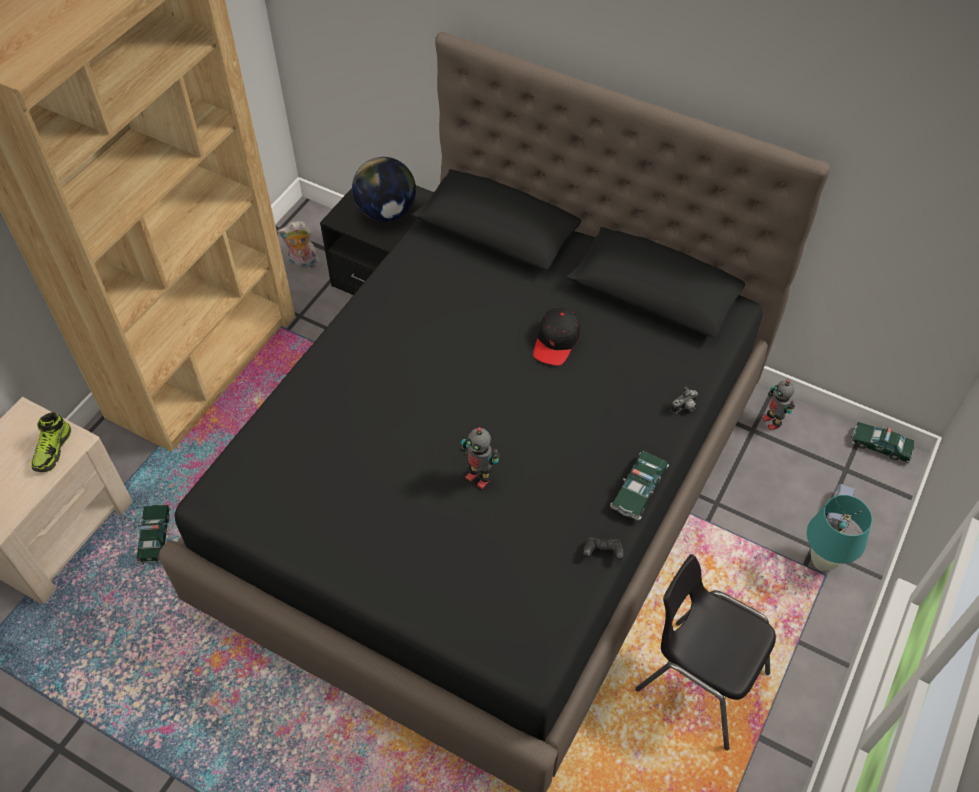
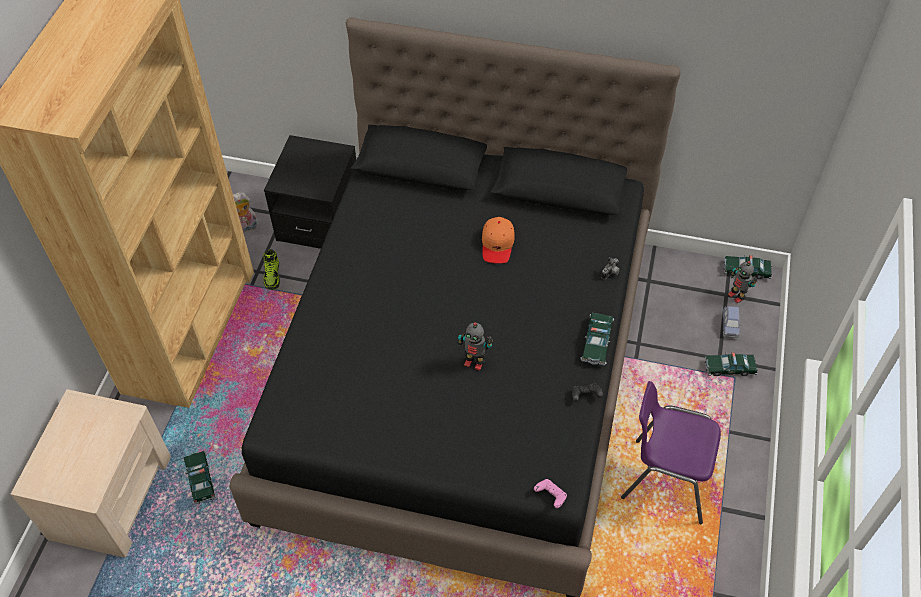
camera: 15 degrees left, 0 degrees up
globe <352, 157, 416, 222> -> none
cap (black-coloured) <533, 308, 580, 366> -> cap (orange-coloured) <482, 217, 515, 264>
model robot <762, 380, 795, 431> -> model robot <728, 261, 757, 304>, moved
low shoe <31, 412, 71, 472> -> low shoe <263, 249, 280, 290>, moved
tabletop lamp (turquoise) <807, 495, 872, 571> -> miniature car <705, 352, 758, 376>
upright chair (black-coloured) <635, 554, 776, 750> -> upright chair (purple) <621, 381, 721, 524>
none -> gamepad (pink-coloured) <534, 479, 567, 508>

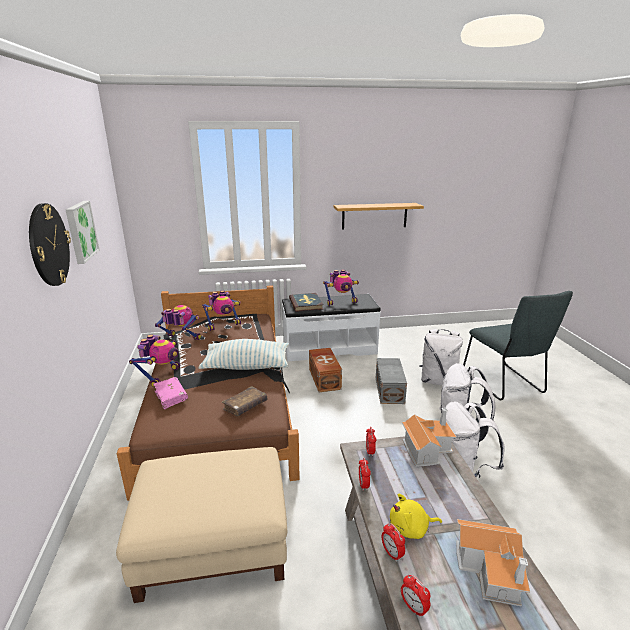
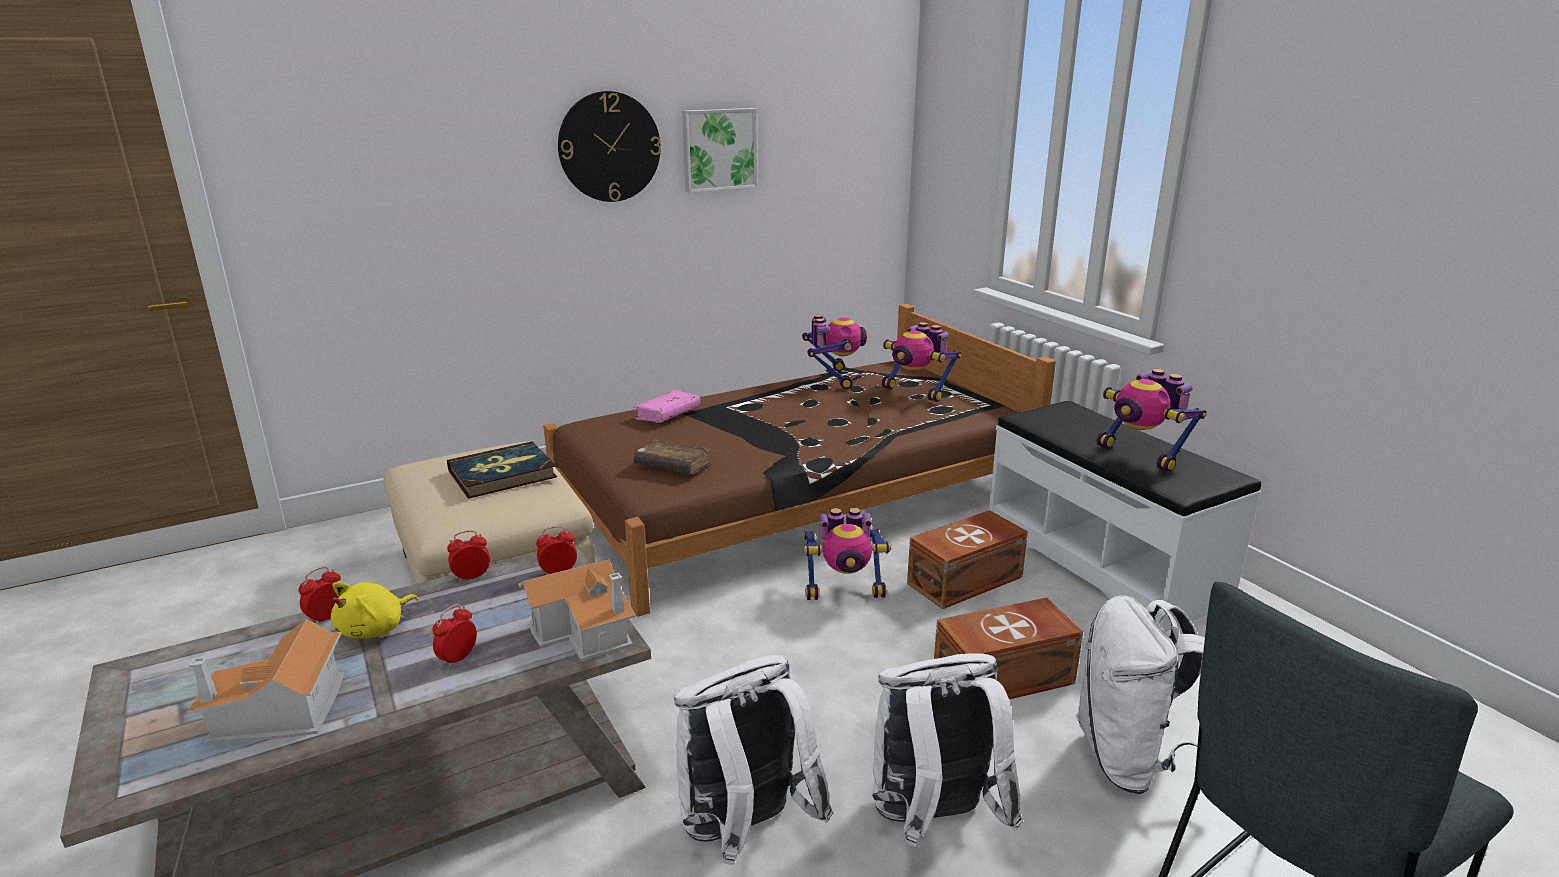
camera: 70 degrees right, 0 degrees up
bracket shelf <333, 203, 424, 229> -> none
book <289, 293, 323, 312> -> book <447, 441, 557, 499>, moved
model robot <129, 334, 180, 388> -> model robot <803, 508, 891, 600>, moved
throw pillow <198, 339, 289, 370> -> none
storage container (greyish) <376, 358, 407, 404> -> storage container (brown-coloured) <934, 598, 1083, 699>
cuddly toy (yellow-coloured) <390, 494, 442, 539> -> cuddly toy (yellow-coloured) <331, 582, 419, 638>, 120 degrees counterclockwise
bedside clock <401, 575, 430, 617> -> bedside clock <432, 604, 477, 667>, moved

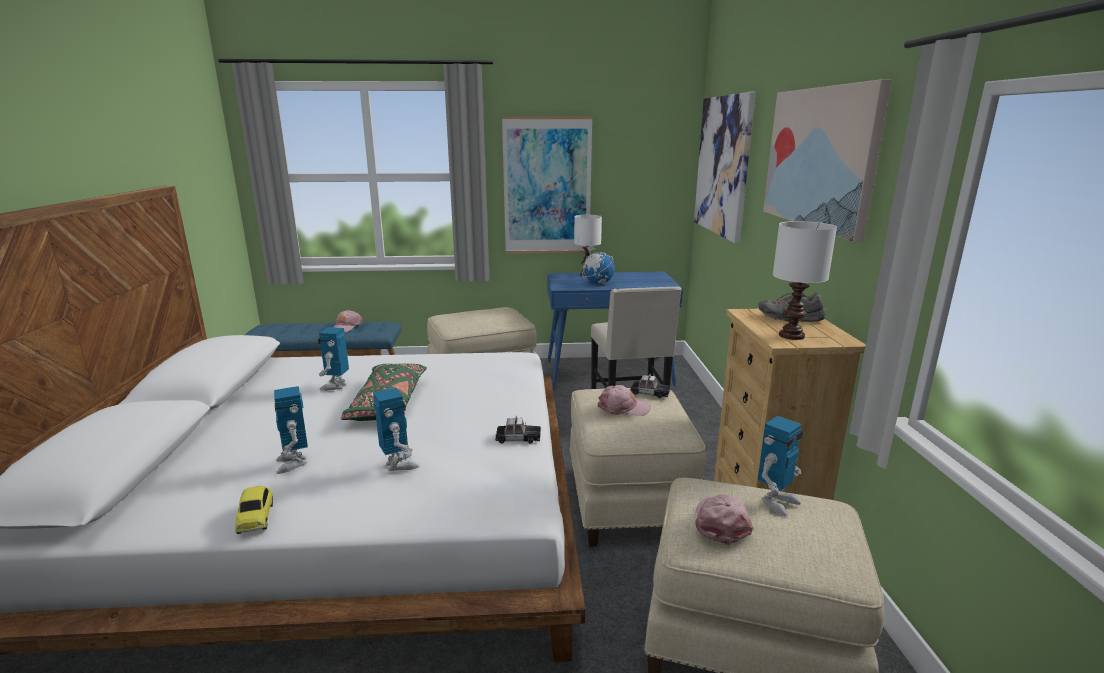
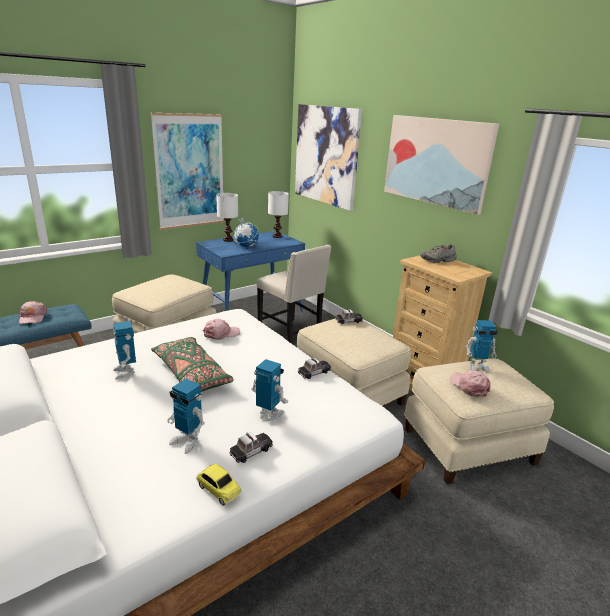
camera: 35 degrees left, 5 degrees up
tabletop lamp (whitish) <773, 221, 837, 340> -> tabletop lamp (whitish) <268, 191, 289, 238>, moved
cap (pink-coloured) <598, 385, 651, 416> -> cap (pink-coloured) <203, 319, 240, 340>, moved
model robot <758, 416, 804, 516> -> model robot <466, 320, 498, 373>, 75 degrees clockwise
none -> miniature car <229, 432, 273, 463>

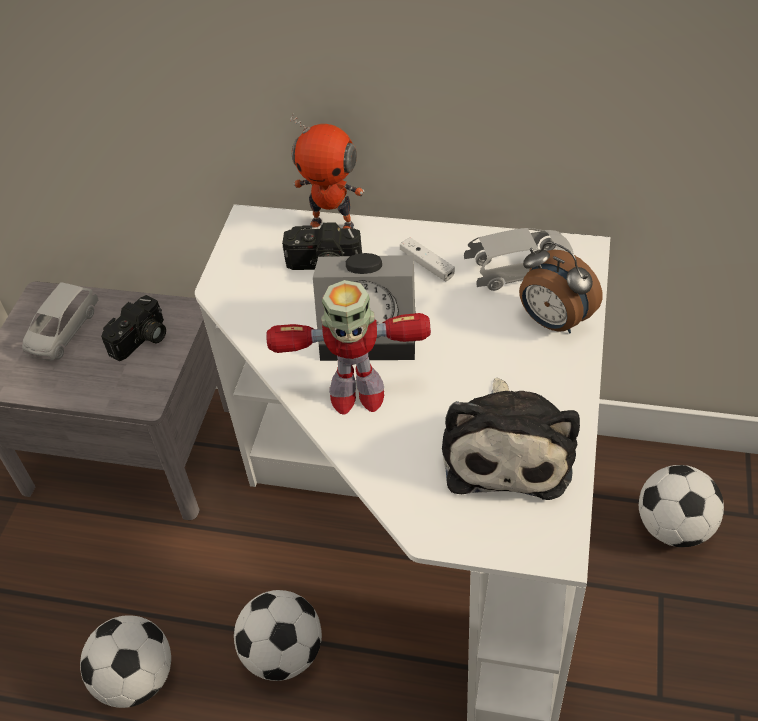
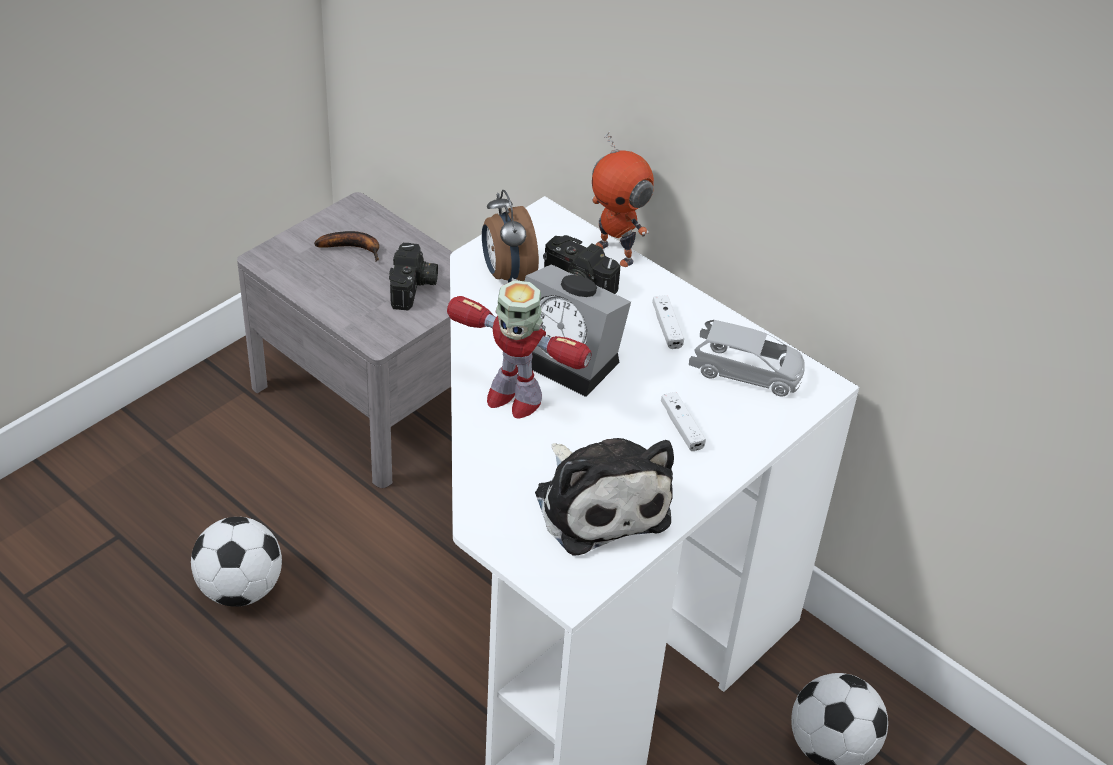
camera: 25 degrees right, 5 degrees down
bedside clock <519, 242, 602, 333> -> bedside clock <482, 190, 539, 283>, moved
miniature car (greyish) <22, 282, 98, 361> -> whole banana <314, 231, 379, 262>
photo camera <101, 295, 166, 361> -> photo camera <389, 243, 438, 310>, 60 degrees counterclockwise
cuddly toy <442, 378, 580, 500> -> cuddly toy <535, 438, 674, 556>, 60 degrees counterclockwise
football <234, 590, 322, 681> -> none
none -> gamepad (whitish) <661, 392, 706, 451>

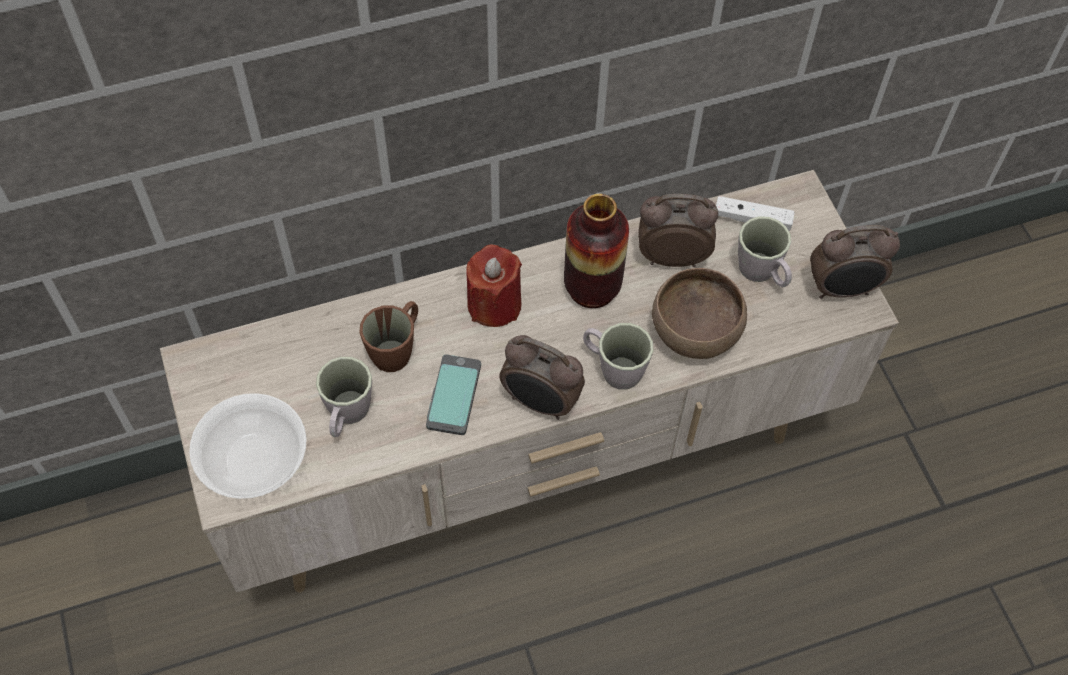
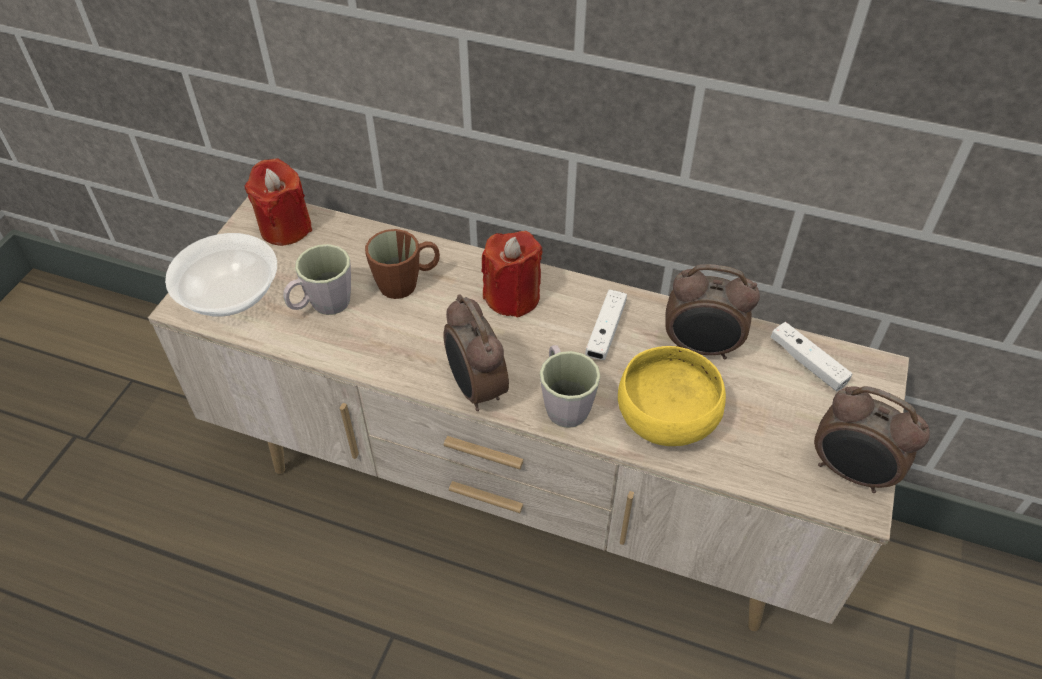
camera: 40 degrees right, 10 degrees down
vase <564, 194, 629, 308> -> gamepad (whitish) <585, 290, 627, 360>
bedside clock <638, 194, 718, 267> -> bedside clock <665, 264, 760, 360>, 150 degrees clockwise
tea mug (greyish) <738, 216, 792, 287> -> none
serving bowl (brown-coloured) <652, 268, 747, 359> -> serving bowl (yellow-coloured) <618, 346, 726, 446>
phone <426, 355, 481, 435> -> none
none -> candle (red-coloured) <245, 158, 312, 246>

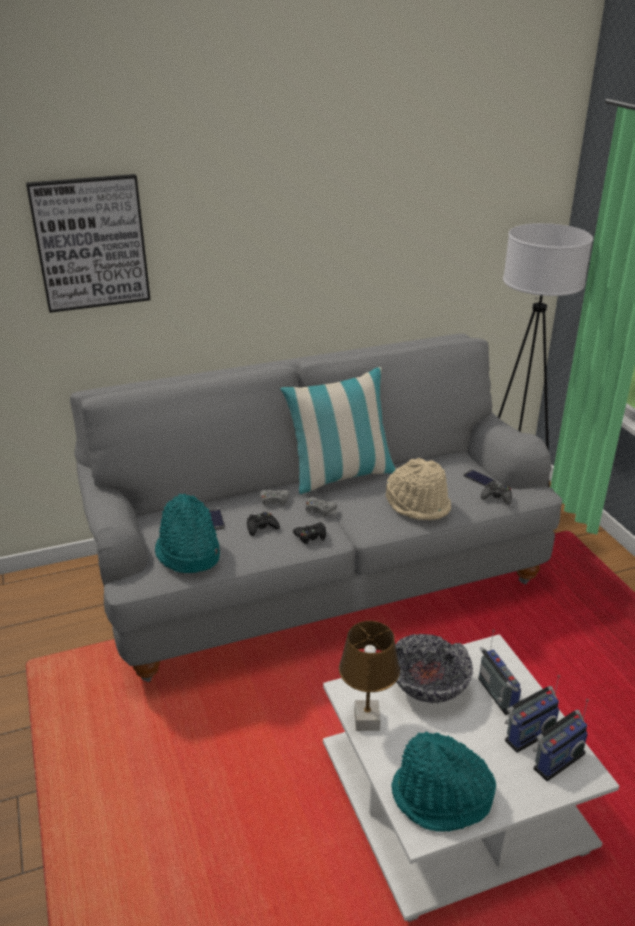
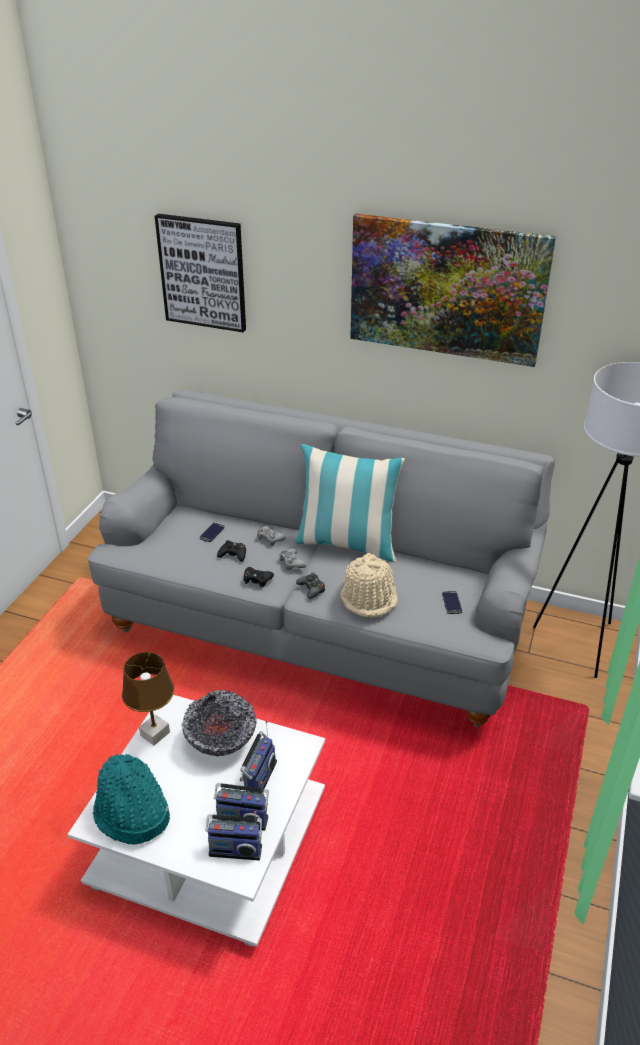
camera: 40 degrees right, 5 degrees up
gamepad (black-coloured) <481, 482, 512, 505> -> gamepad (black-coloured) <296, 572, 325, 599>, moved
clothing hat (turquoise) <155, 494, 220, 573> -> none
none -> wall art <350, 214, 556, 367>

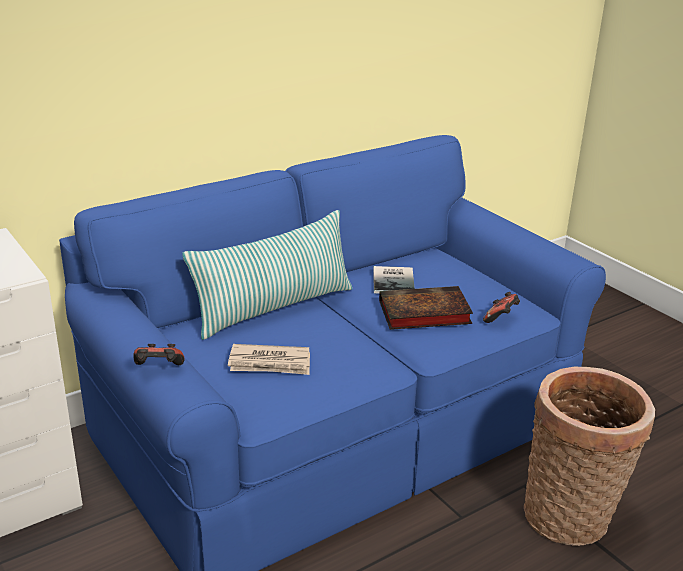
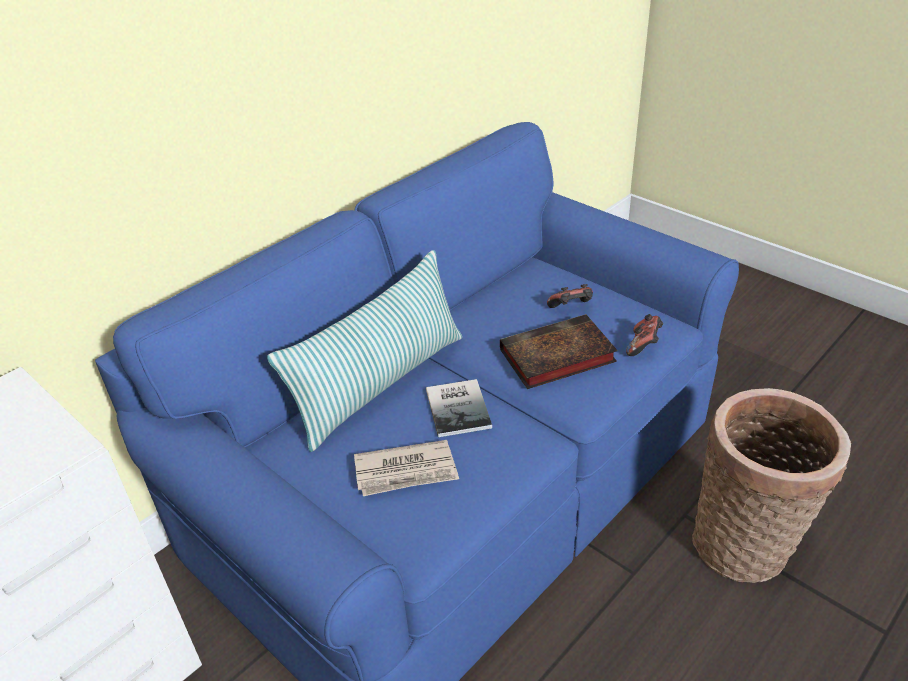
camera: 10 degrees left, 10 degrees up
book <373, 266, 415, 294> -> book <426, 379, 492, 437>, moved
gamepad <133, 344, 185, 365> -> gamepad <547, 284, 593, 308>, moved

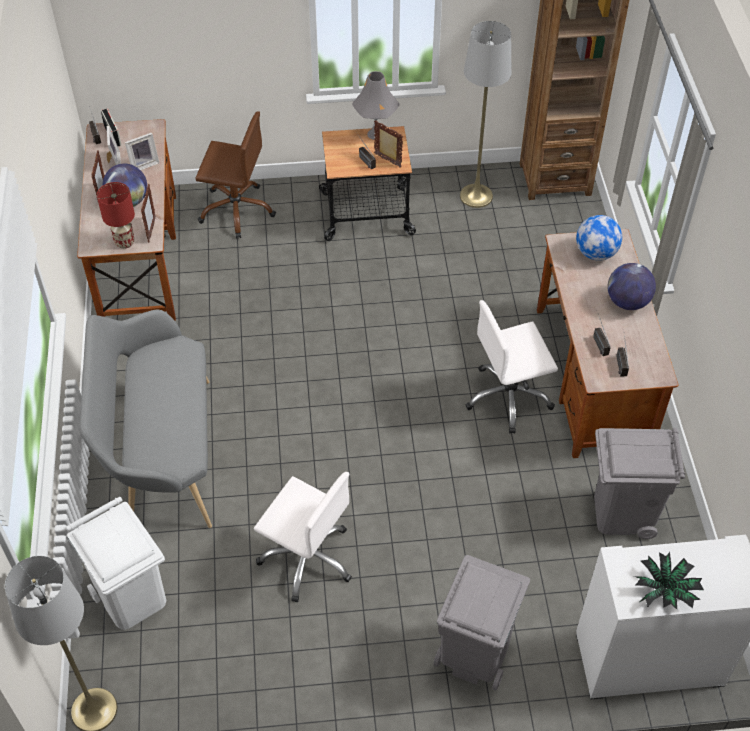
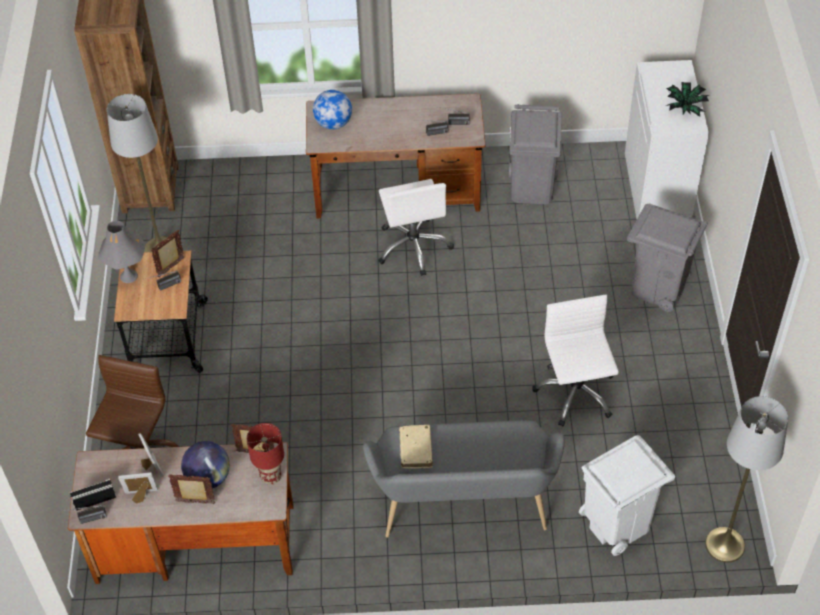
camera: 85 degrees left, 0 degrees up
globe <608, 263, 656, 310> -> none
office chair (whitish) <254, 472, 352, 602> -> office chair (whitish) <532, 295, 619, 426>, 45 degrees counterclockwise
none -> book (sand-coloured) <399, 425, 433, 468>

